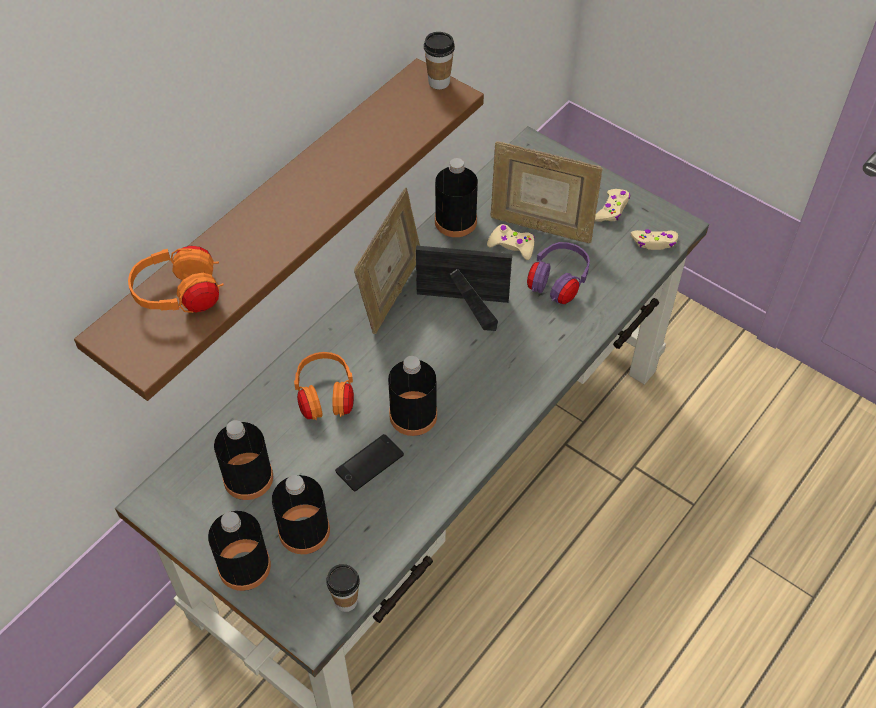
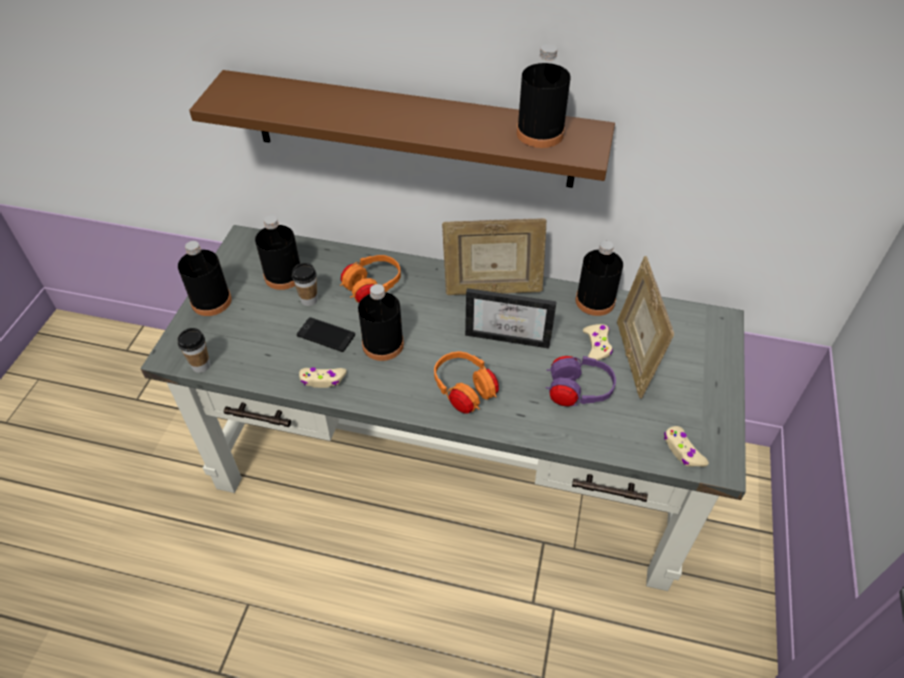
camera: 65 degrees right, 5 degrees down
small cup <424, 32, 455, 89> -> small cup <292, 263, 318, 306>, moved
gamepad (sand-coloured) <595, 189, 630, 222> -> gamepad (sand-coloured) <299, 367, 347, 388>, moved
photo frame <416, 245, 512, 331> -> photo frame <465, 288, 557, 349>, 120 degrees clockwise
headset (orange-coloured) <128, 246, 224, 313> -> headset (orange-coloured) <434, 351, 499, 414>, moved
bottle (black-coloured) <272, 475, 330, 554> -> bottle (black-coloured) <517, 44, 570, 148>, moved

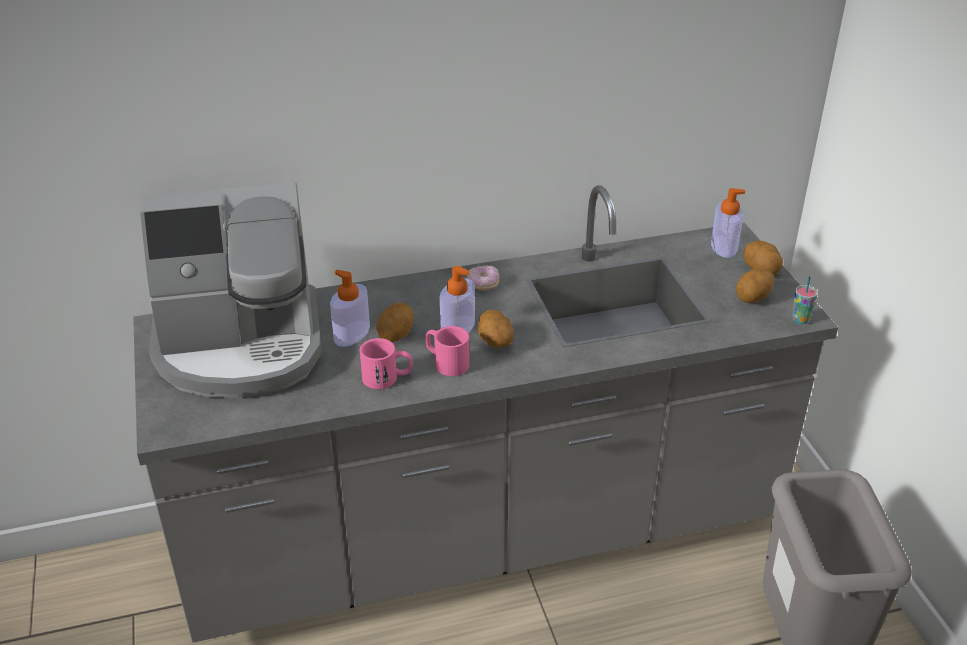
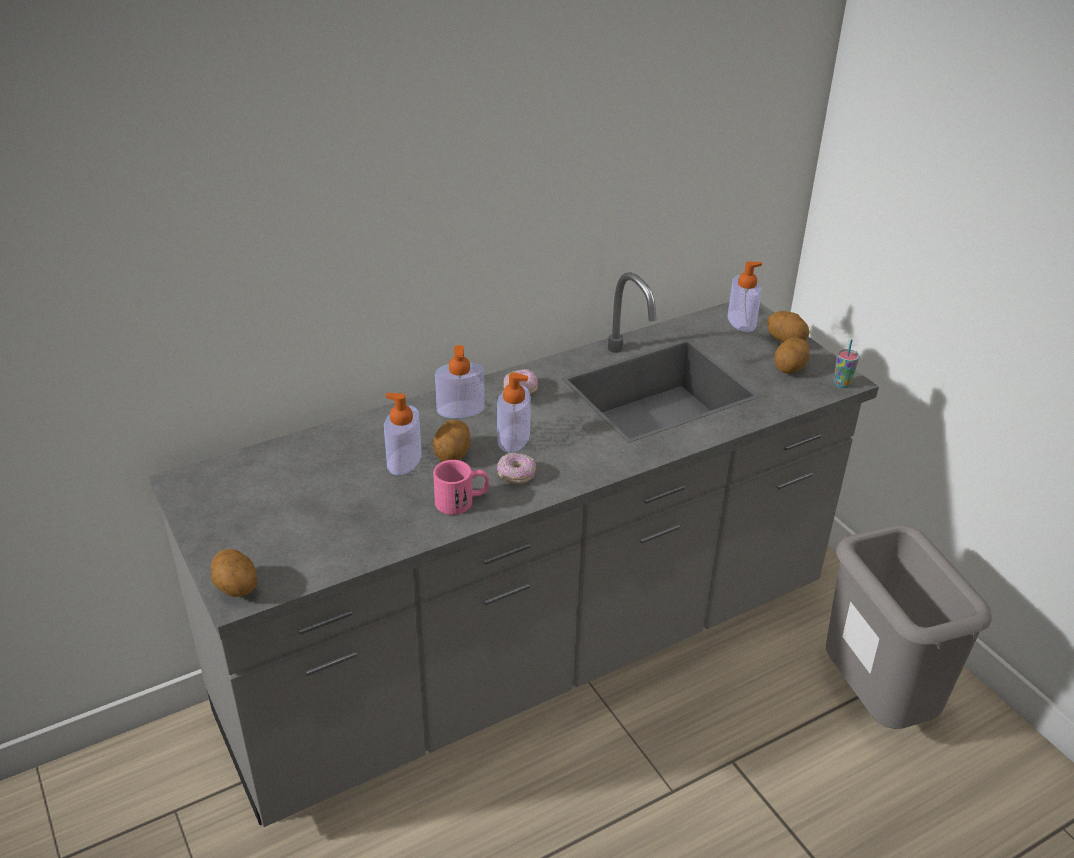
camera: 15 degrees left, 0 degrees up
coffee maker <140, 182, 321, 398> -> none
whole potato <478, 310, 514, 347> -> whole potato <211, 549, 257, 597>, moved
tea mug (pink-coloured) <425, 326, 469, 376> -> donut <497, 452, 536, 484>
none -> liquid soap bottle <435, 345, 484, 418>

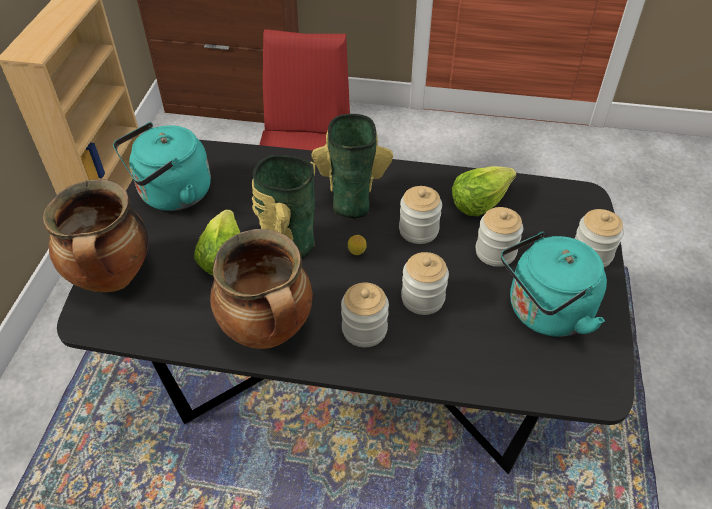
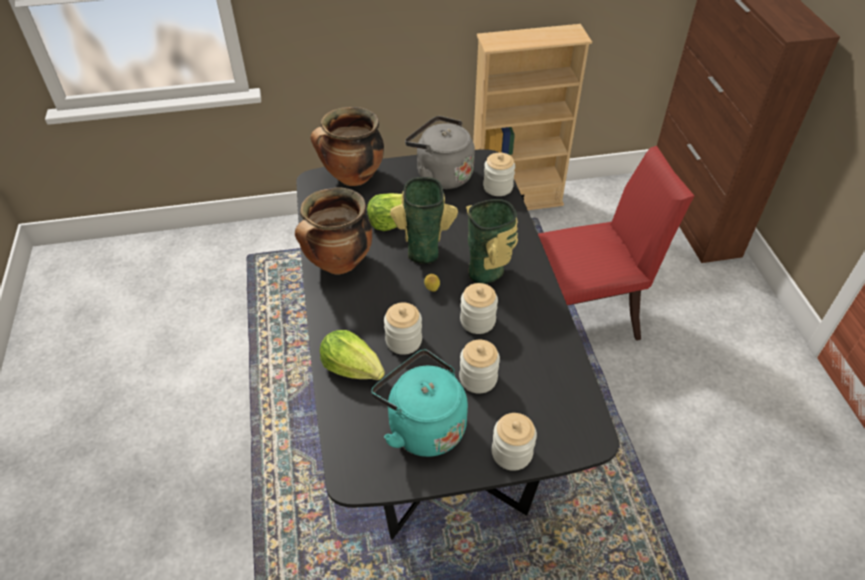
camera: 70 degrees right, 0 degrees up
tea kettle (turquoise) <113, 122, 211, 211> -> tea kettle (greyish) <405, 116, 475, 189>
lettuce <452, 166, 517, 216> -> lettuce <320, 330, 385, 380>, moved
storage jar <341, 283, 389, 347> -> storage jar <483, 152, 515, 196>, moved

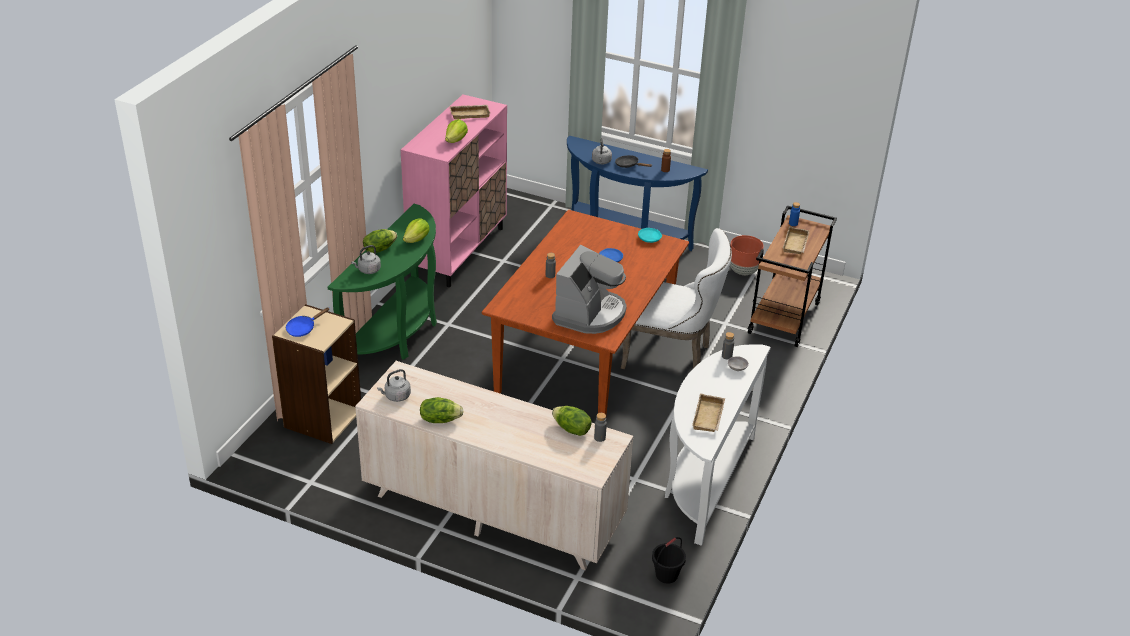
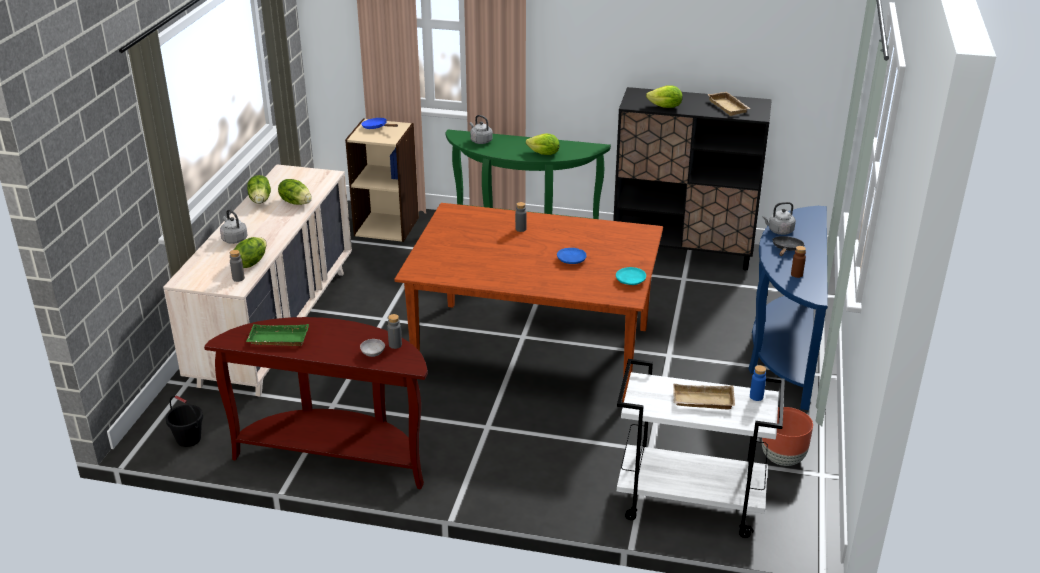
camera: 80 degrees right, 5 degrees down
cupboard (pink-coloured) <401, 94, 507, 287> -> cupboard (black-coloured) <613, 87, 772, 270>
cart (brown-coloured) <748, 206, 837, 347> -> cart (whitish) <617, 359, 785, 538>
upright chair (whitish) <621, 228, 732, 369> -> none
lettuce <363, 229, 397, 253> -> lettuce <278, 179, 312, 205>, moved
coffee maker <552, 245, 627, 334> -> none
narrow table (whitish) <665, 344, 771, 546> -> narrow table (brown-coloured) <204, 317, 428, 489>
tea kettle (greyish) <377, 369, 411, 402> -> tea kettle (greyish) <220, 209, 247, 244>, moved
tray (sand-coloured) <692, 393, 725, 432> -> tray (green) <246, 324, 309, 346>

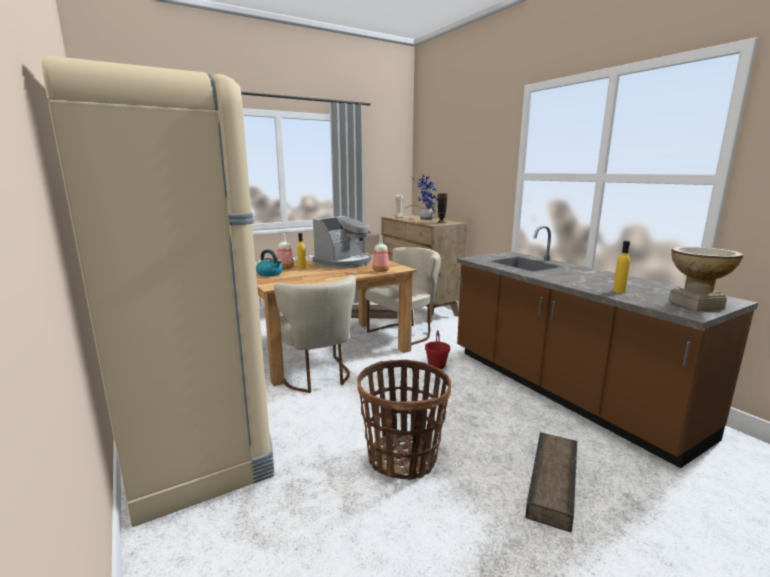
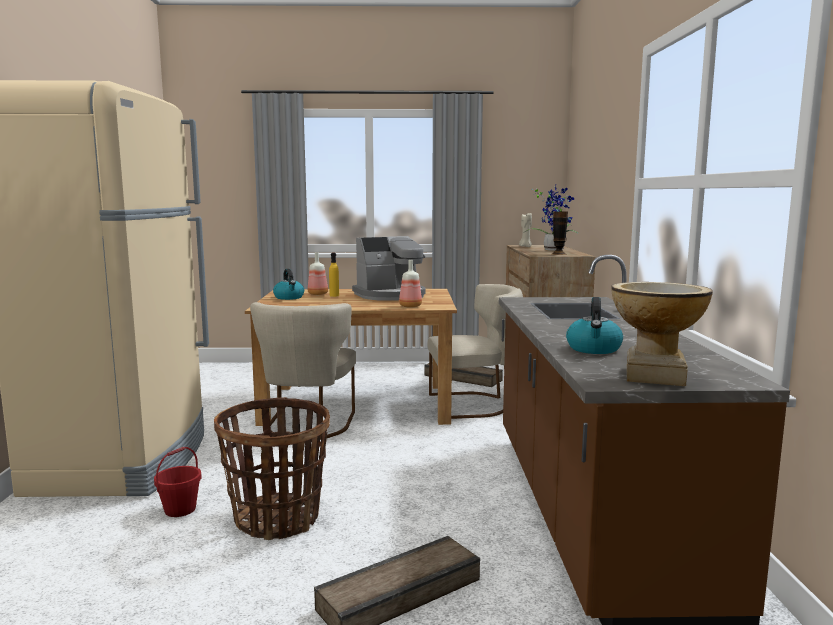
camera: 30 degrees right, 5 degrees down
bottle (yellow-coloured) <613, 241, 630, 293> -> tea kettle <566, 297, 623, 354>
pail (red-coloured) <425, 330, 450, 369> -> pail (red-coloured) <154, 447, 202, 517>, moved

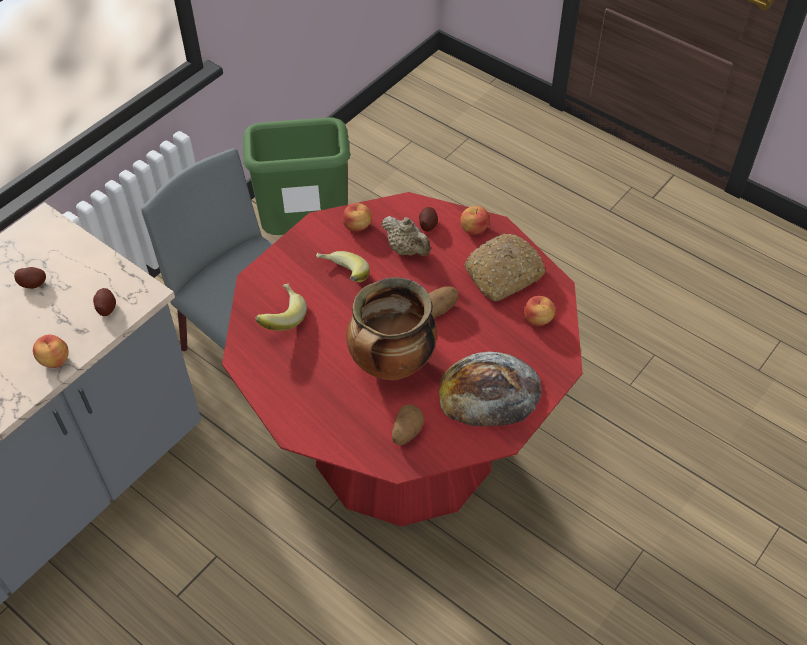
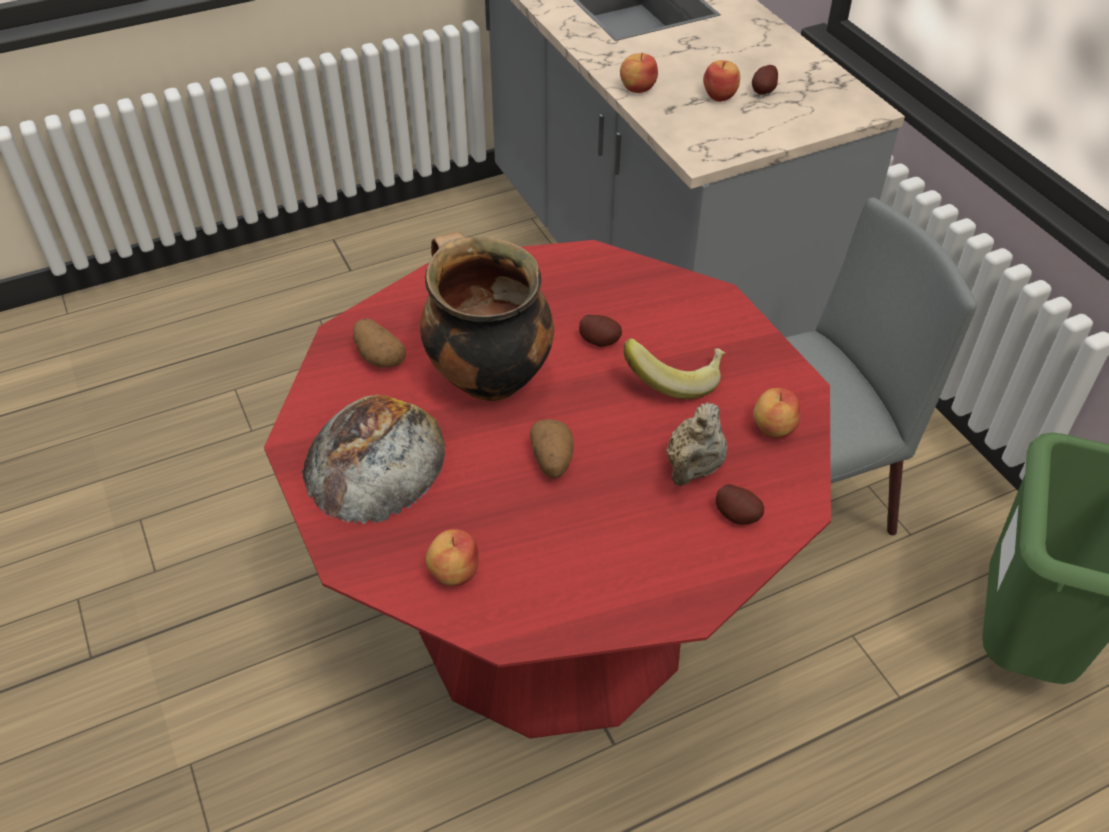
camera: 115 degrees right, 5 degrees down
apple <460, 206, 490, 235> -> apple <703, 60, 740, 102>, moved
tea pot (sand-coloured) <382, 216, 431, 256> -> tea pot (sand-coloured) <666, 402, 727, 486>, 45 degrees counterclockwise
bakery bread <464, 233, 546, 301> -> none
whole banana <255, 283, 307, 331> -> none
whole potato <93, 288, 116, 316> -> whole potato <579, 315, 622, 347>, moved

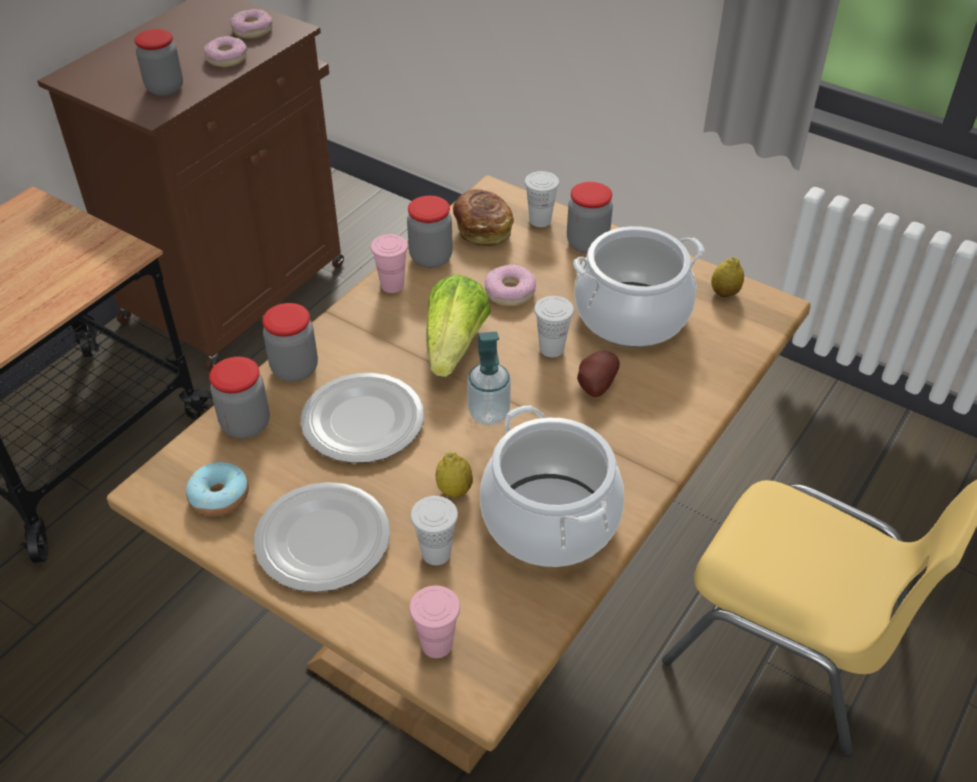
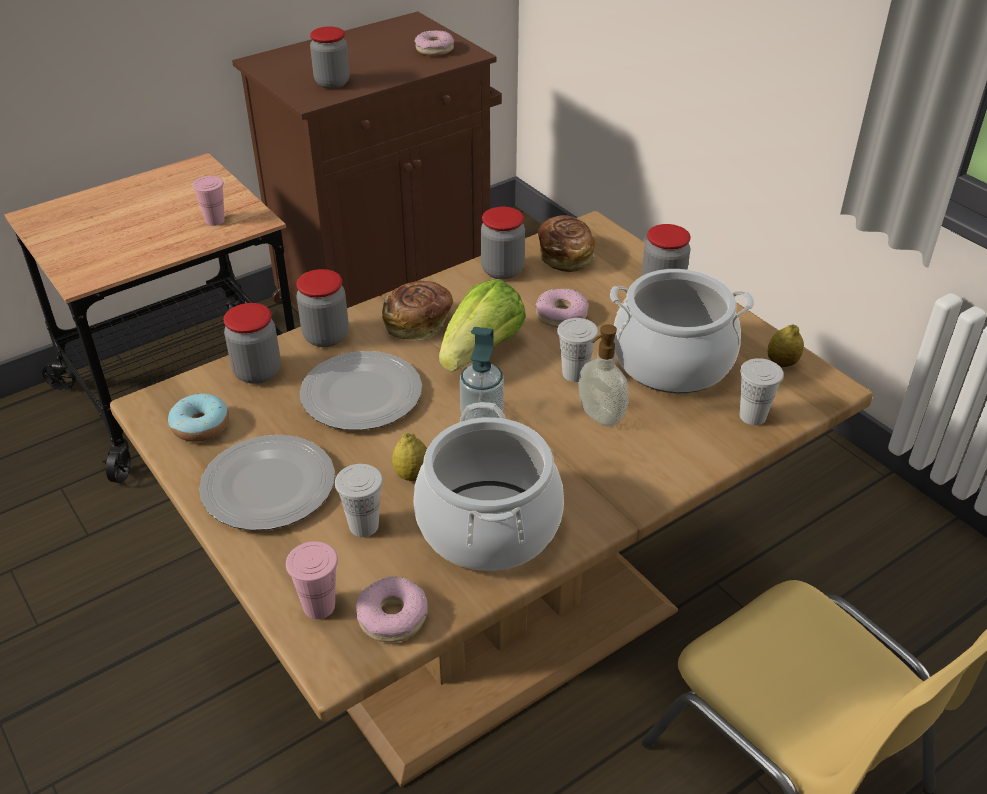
camera: 20 degrees right, 5 degrees down
donut <204, 36, 247, 67> -> donut <356, 576, 428, 642>, moved
small cup (whitish) <524, 171, 559, 227> -> small cup (whitish) <740, 358, 784, 425>, moved
small cup (pink-coloured) <371, 234, 408, 293> -> small cup (pink-coloured) <192, 176, 225, 226>, moved
whole potato <577, 351, 620, 397> -> liquid soap bottle <578, 324, 629, 426>
none -> bakery bread <382, 281, 453, 340>

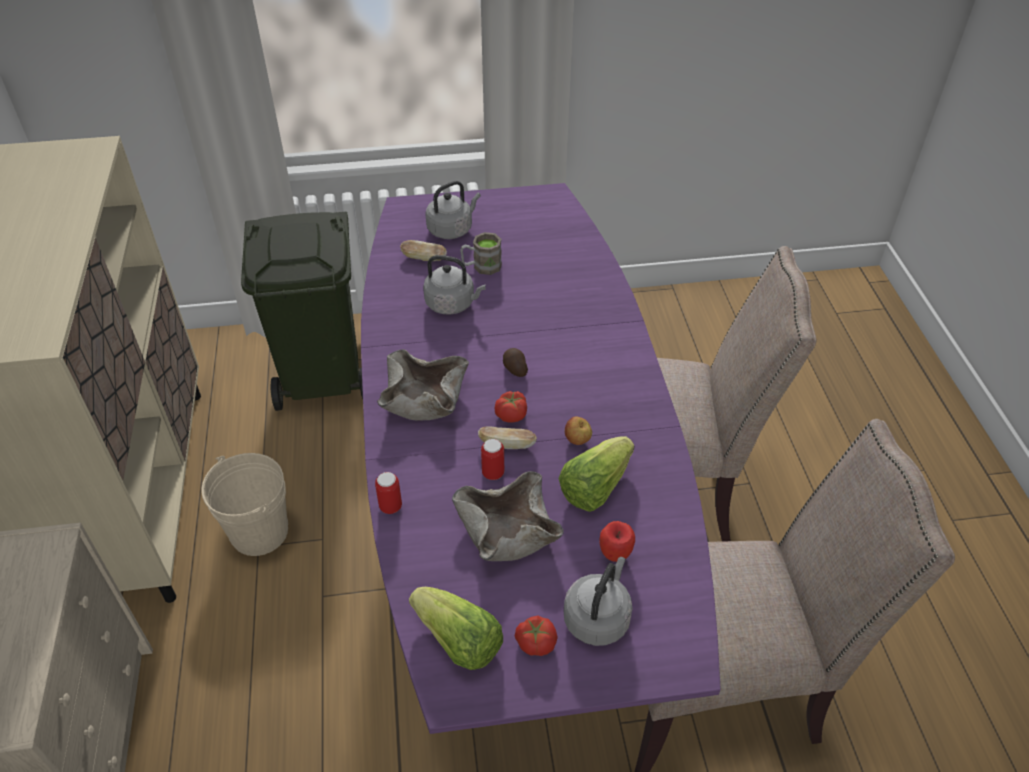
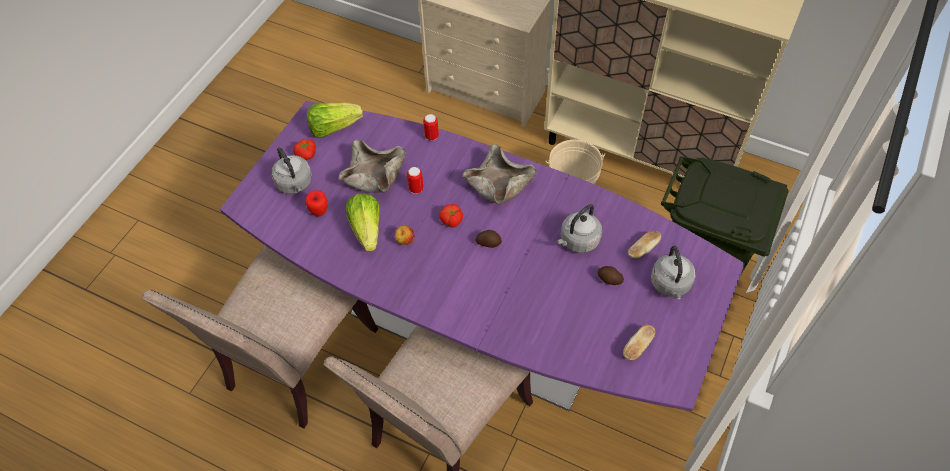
camera: 125 degrees right, 10 degrees up
tea mug (brown-coloured) <460, 232, 502, 275> -> whole potato <598, 266, 624, 285>
bakery bread <478, 426, 537, 449> -> bakery bread <623, 325, 655, 360>, moved

